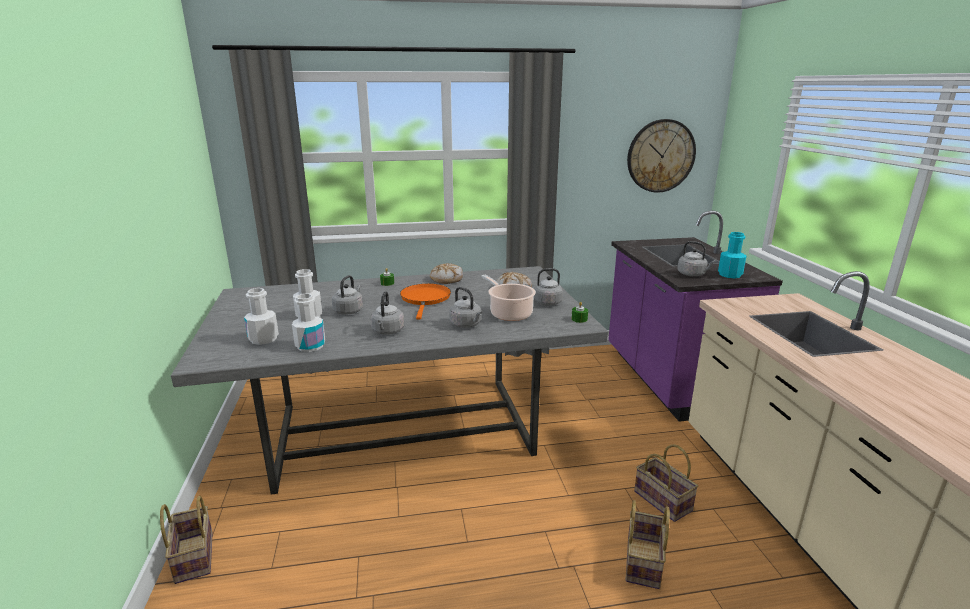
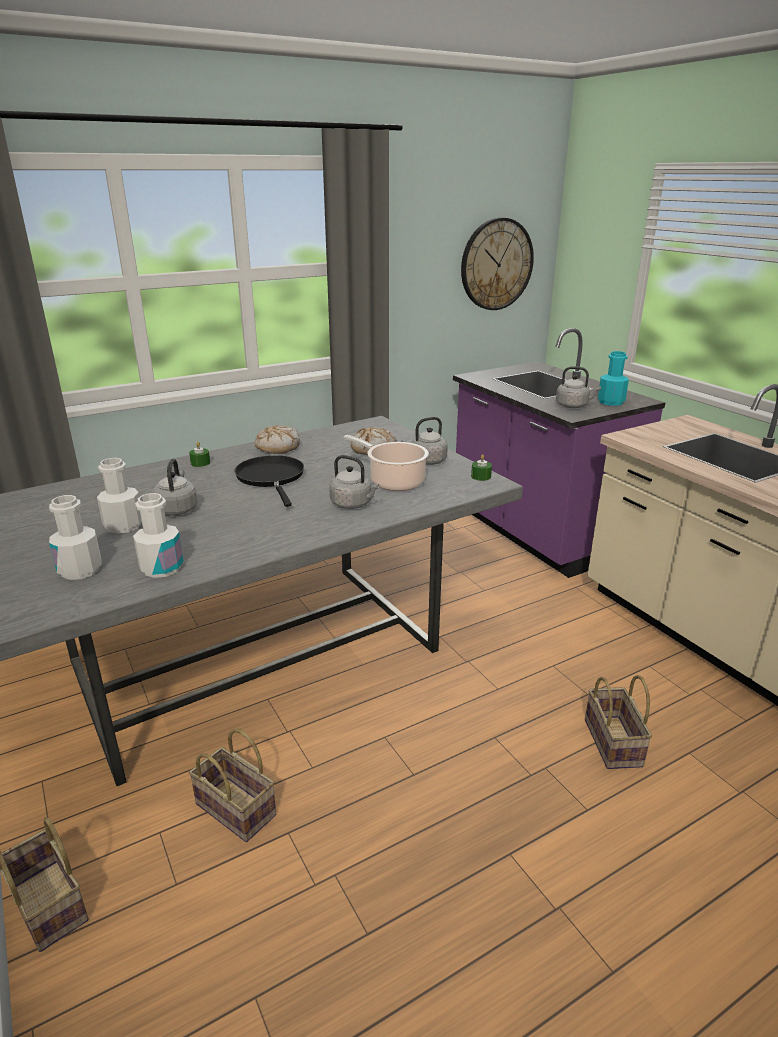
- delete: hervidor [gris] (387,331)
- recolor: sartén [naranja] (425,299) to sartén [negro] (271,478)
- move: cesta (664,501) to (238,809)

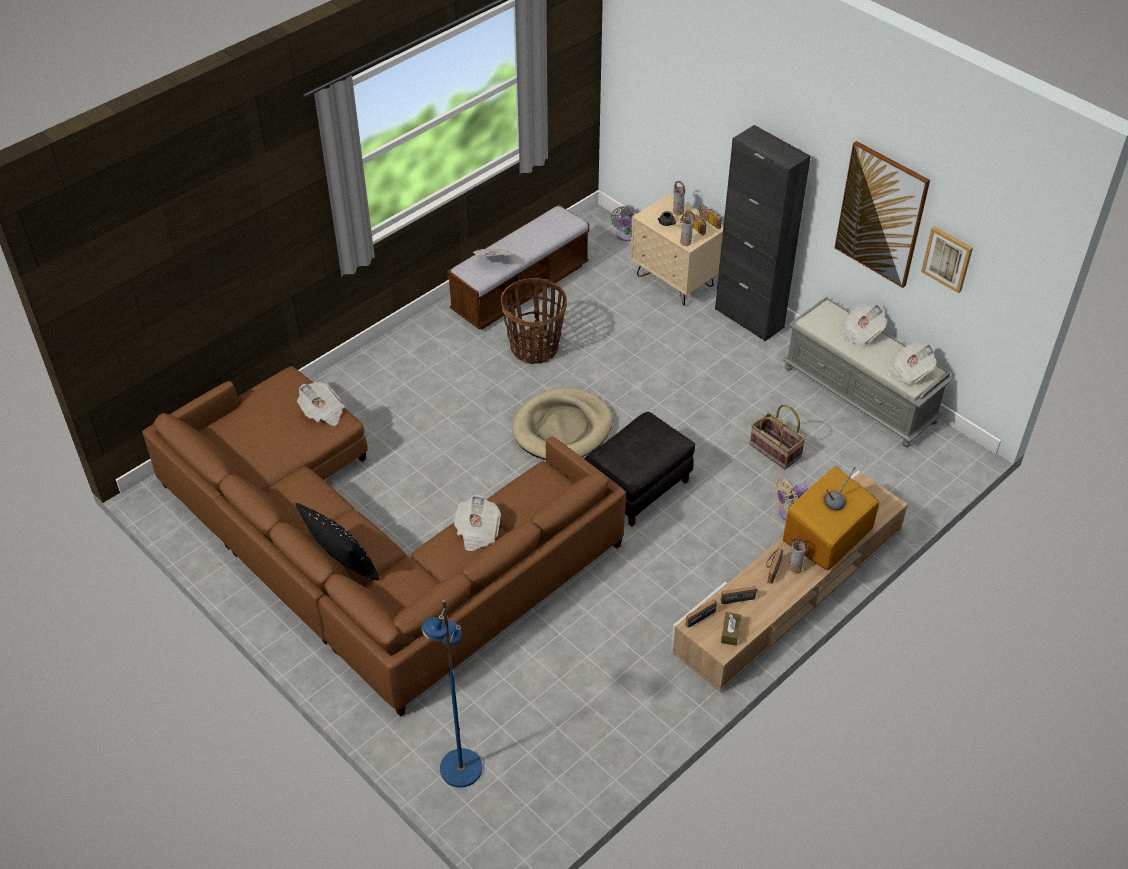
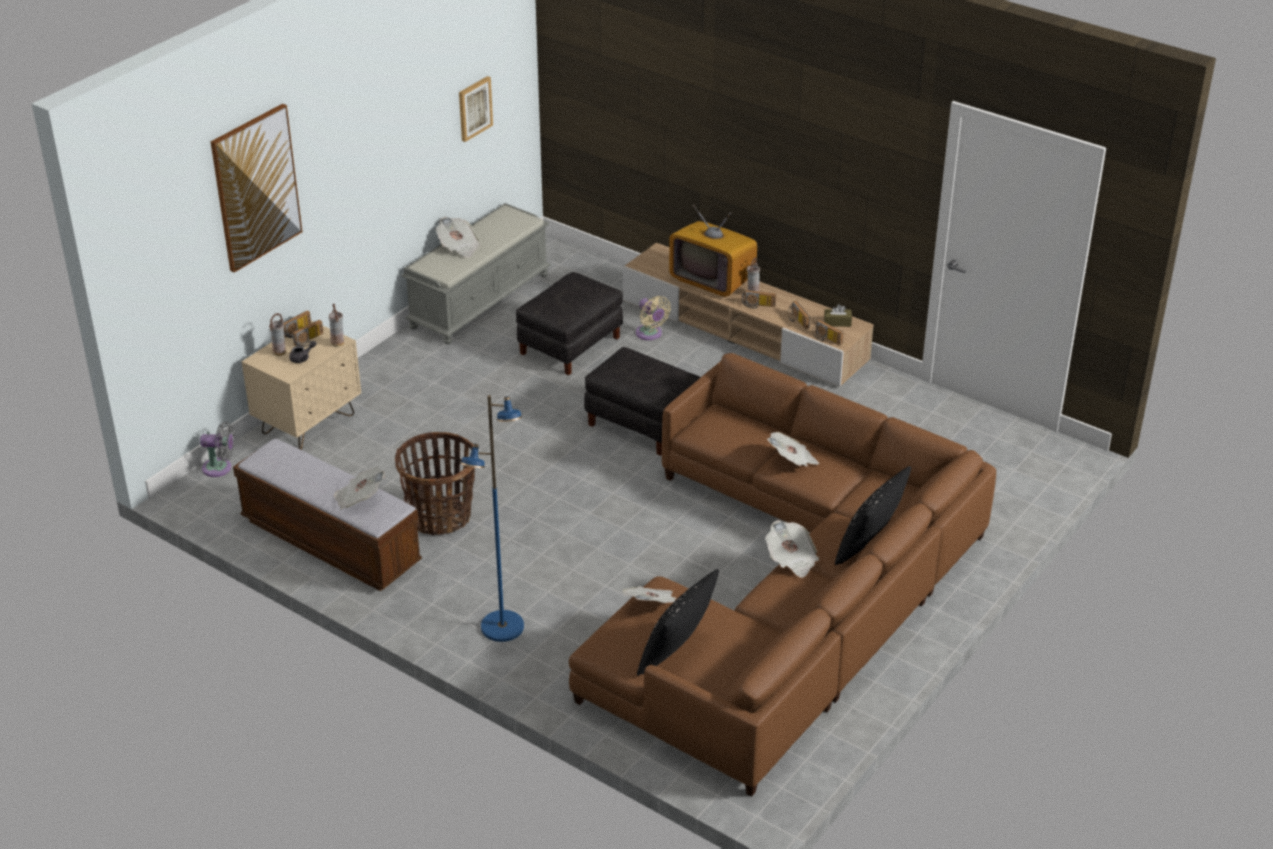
- move: lámpara de pie [azul] (460,768) to (502,627)
- delete: cama para perro [beis] (562,428)
- delete: armario [negro] (749,318)
- replace: cesta (774,451) to puf [negro] (570,346)
- move: cuadro (881,214) to (256,187)
- move: periódico (909,372) to (791,560)
- insert: cojín [negro] (676,653)

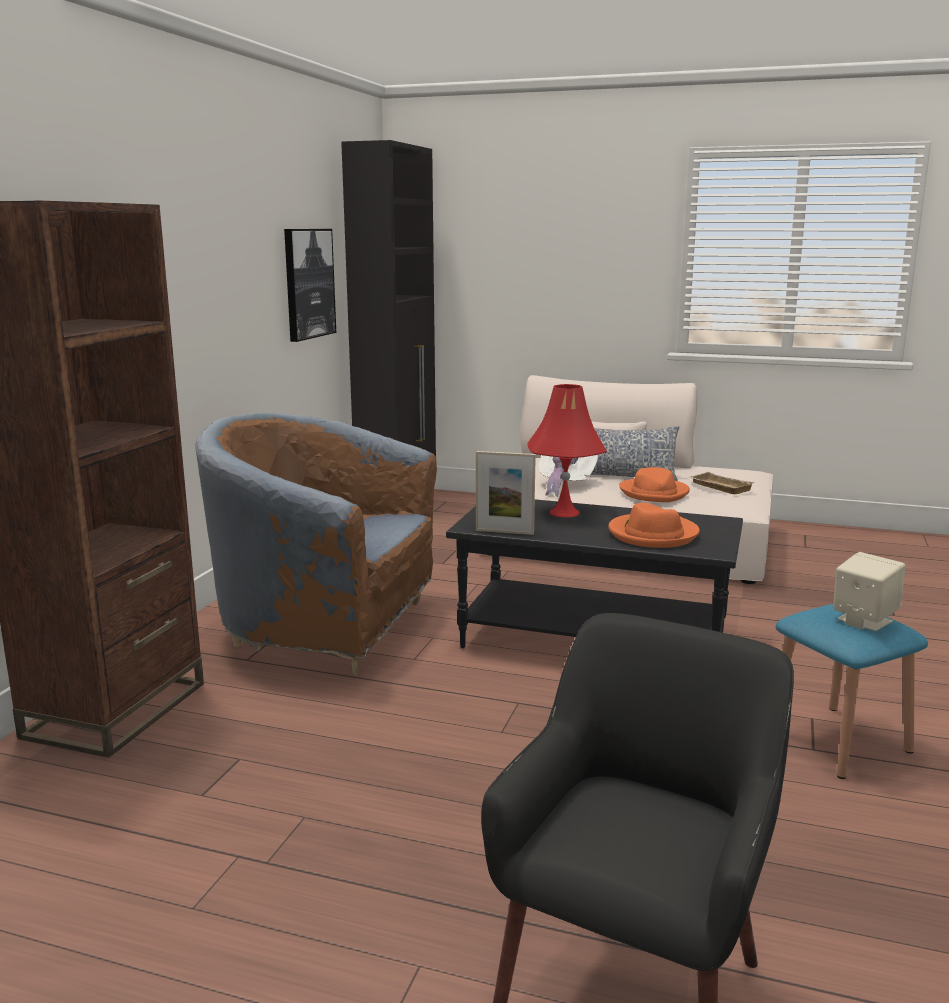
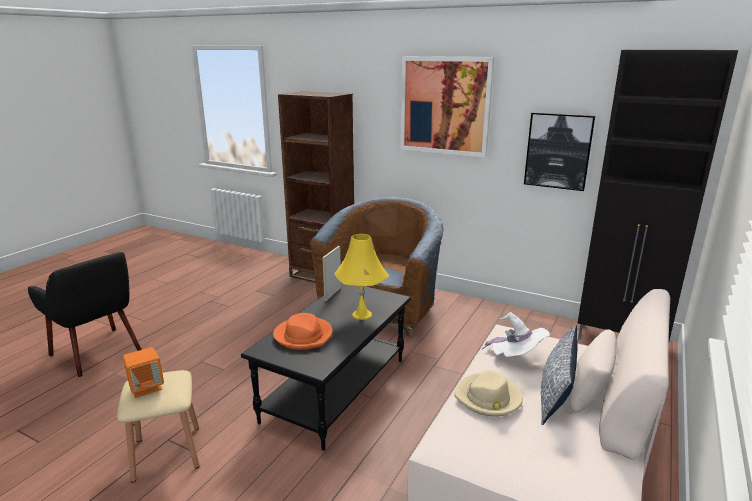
- recolor: lámpara de mesa [rojo] (564,512) to lámpara de mesa [amarillo] (362,314)
- recolor: sombrero [naranja] (654,493) to sombrero [beis] (488,397)
- delete: bandeja [beis] (718,487)
- recolor: taburete [azul] (836,740) to taburete [beis] (167,453)
- recolor: altavoz [beis] (863,620) to altavoz [naranja] (146,387)
- insert: cuadro (444,106)

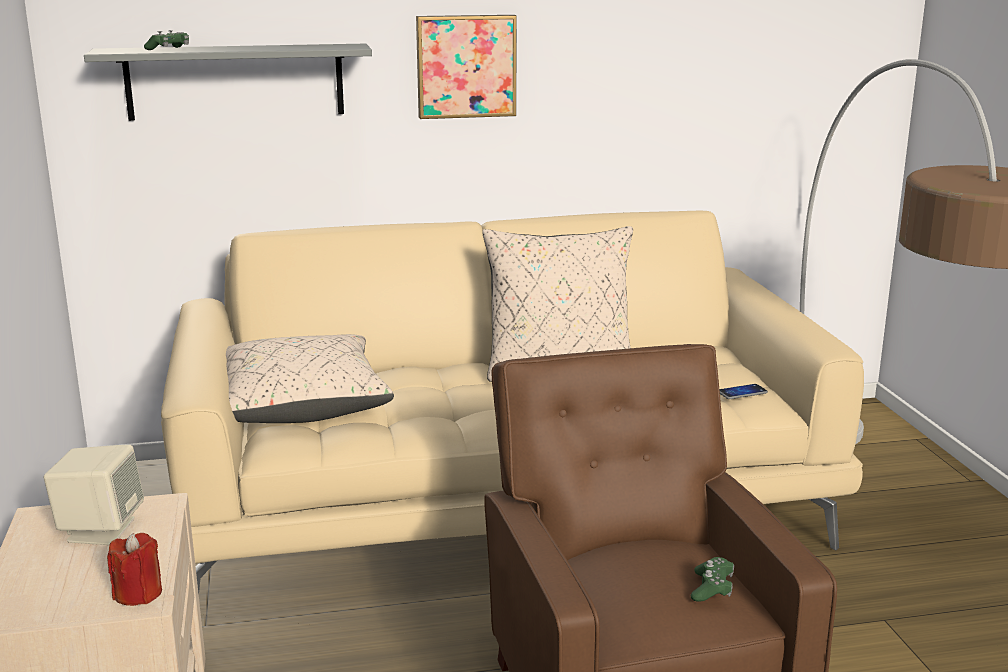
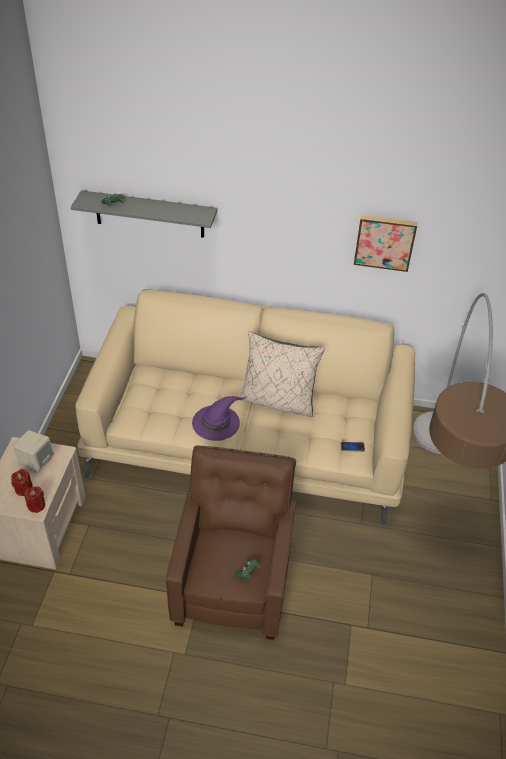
- delete: cojín [beis] (300,405)
- move: cuadro (465,66) to (384,242)
- insert: vela [rojo] (23,489)
- insert: sombrero [morado] (216,422)

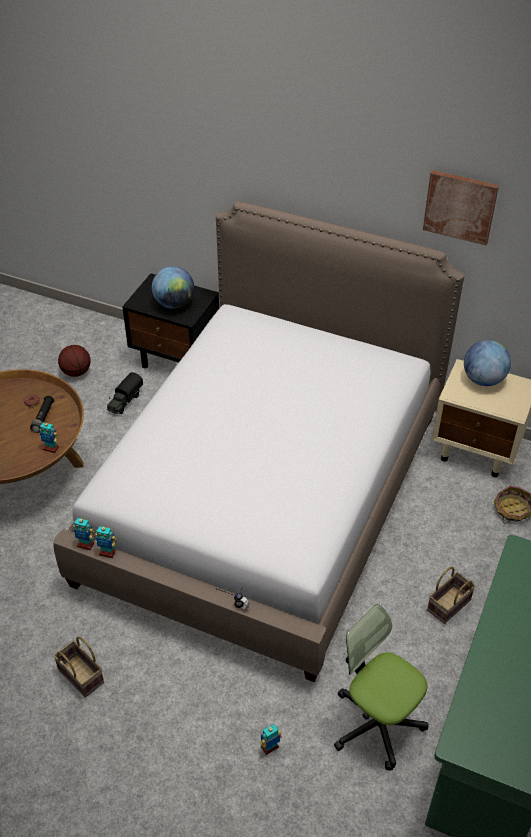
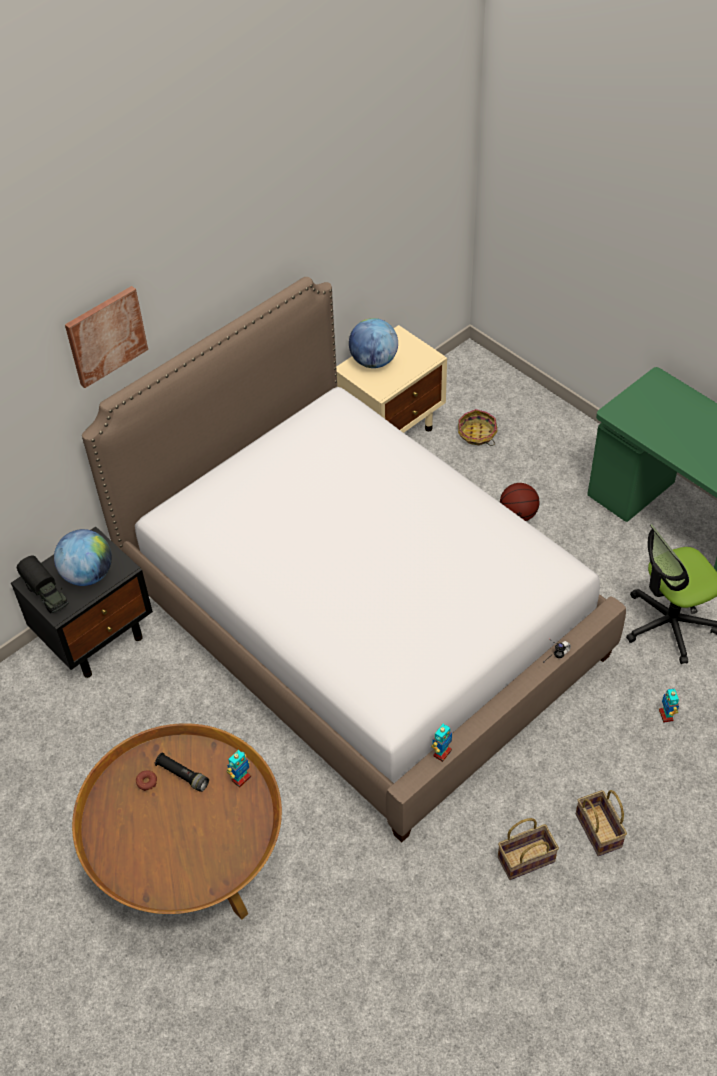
- move: balón de baloncesto (76,372) to (518,515)
- delete: robot de juguete (85,544)
- move: camión de juguete (125,401) to (46,593)
- move: cuadro (460,206) to (105,335)
- move: cesta (449,606) to (600,831)

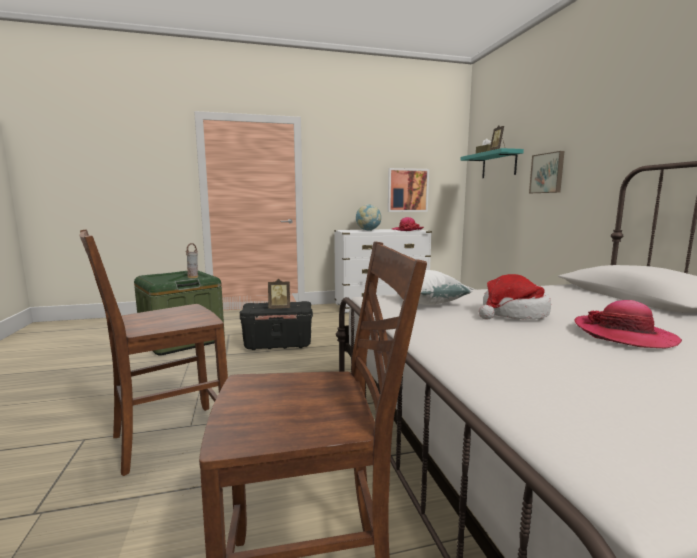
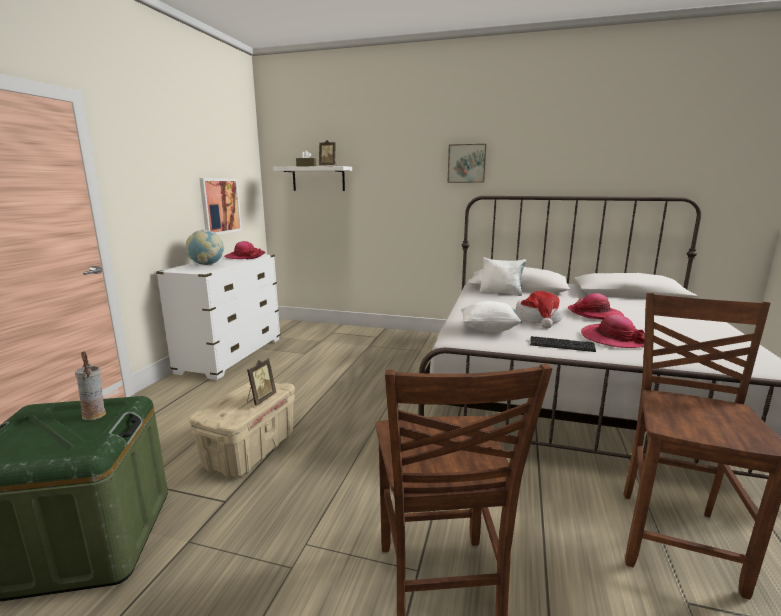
- recolor: caja de almacenaje [negro] (278,344) to caja de almacenaje [beis] (250,450)
- recolor: estante [turquesa] (499,165) to estante [blanco] (318,179)
- move: cuadro (547,173) to (466,163)
- insert: cojín [blanco] (501,293)
- insert: teclado (561,345)
- insert: sombrero (614,338)

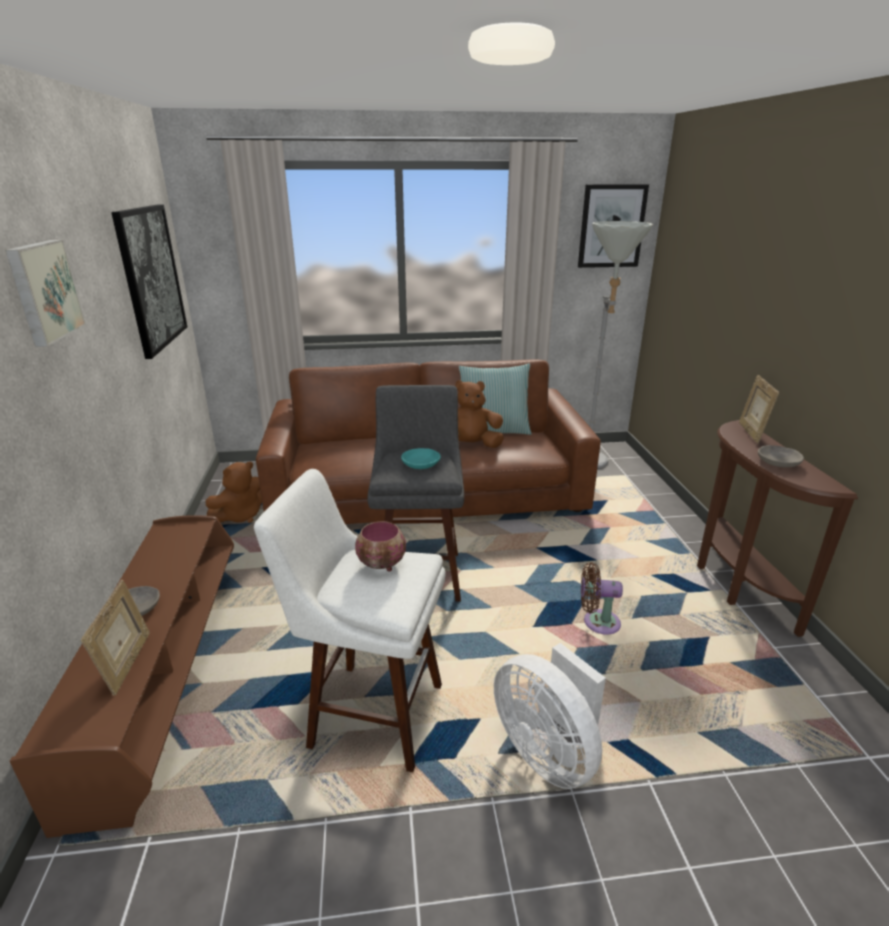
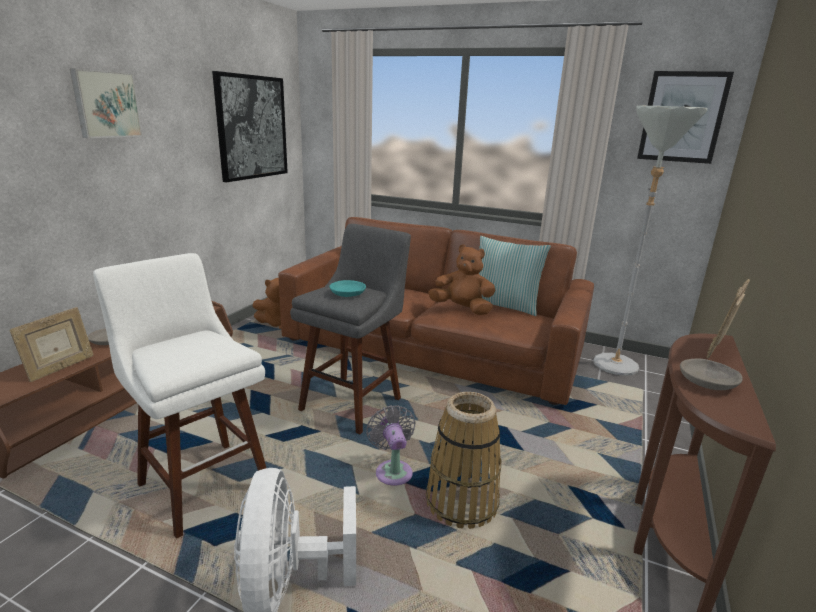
- delete: cuenco (382,564)
- replace: ventilador [marrón] (597,622) to cesta (461,502)
- insert: ventilador [gris] (393,470)

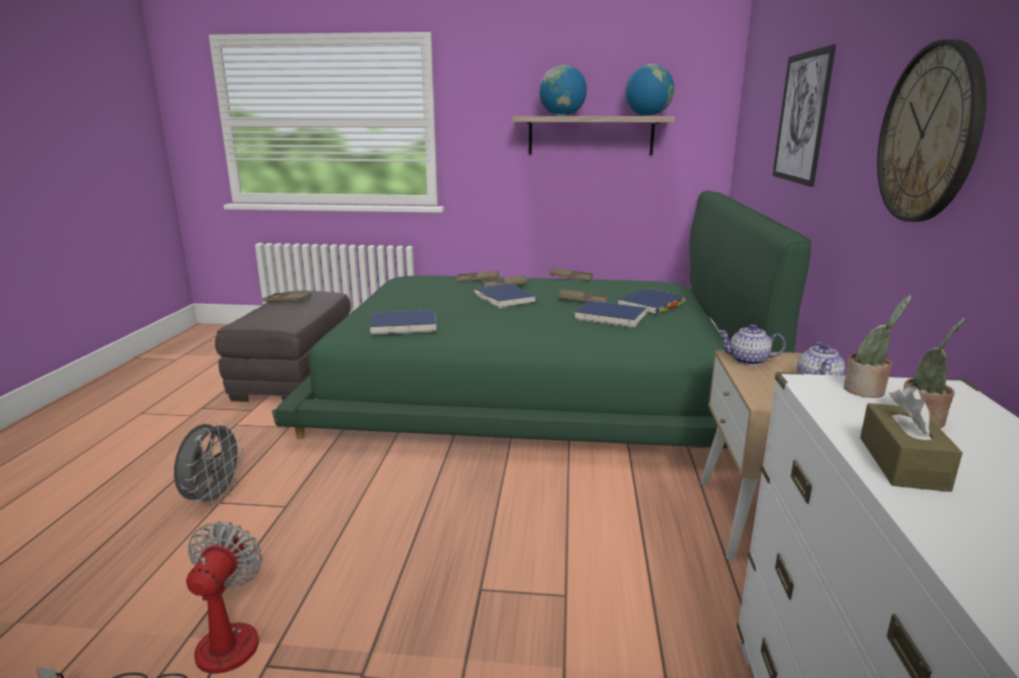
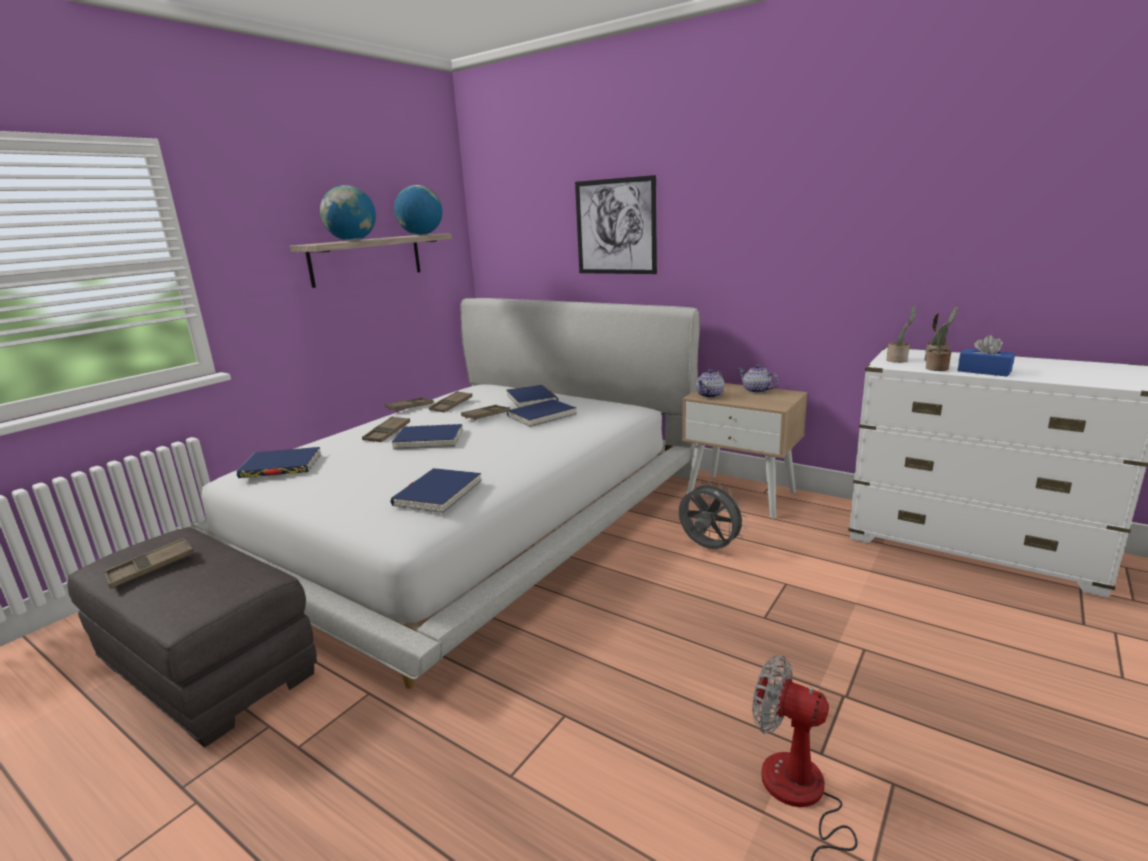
- move: ventilador [gris] (213,498) to (708,548)
- recolor: cama [verde] (535,385) to cama [blanco] (469,516)
- move: bandeja [marrón] (477,280) to (451,405)
- recolor: caja de pañuelos [marrón] (902,463) to caja de pañuelos [azul] (984,371)
- delete: reloj de pared (929,134)
- insert: libro [azul] (281,466)
- insert: planta en maceta (935,368)

